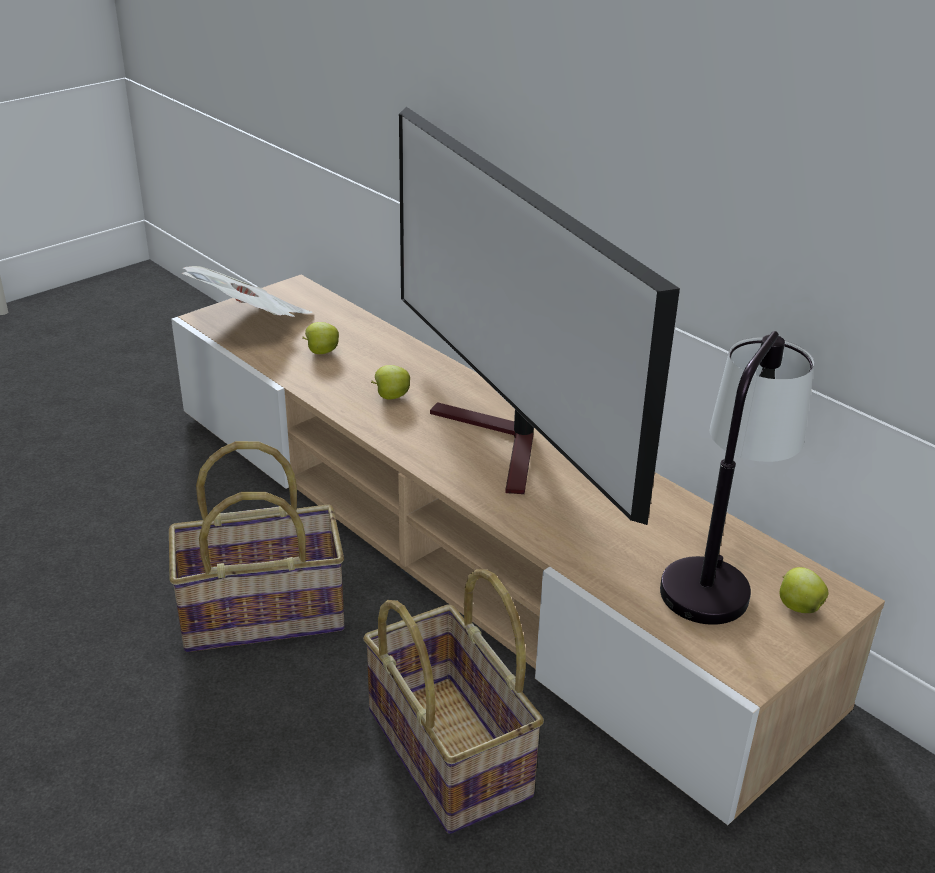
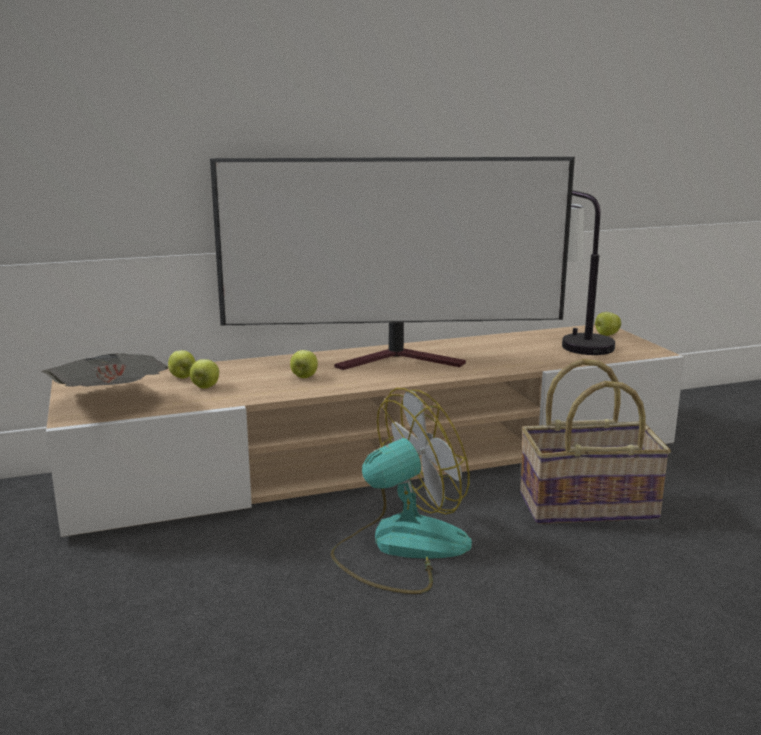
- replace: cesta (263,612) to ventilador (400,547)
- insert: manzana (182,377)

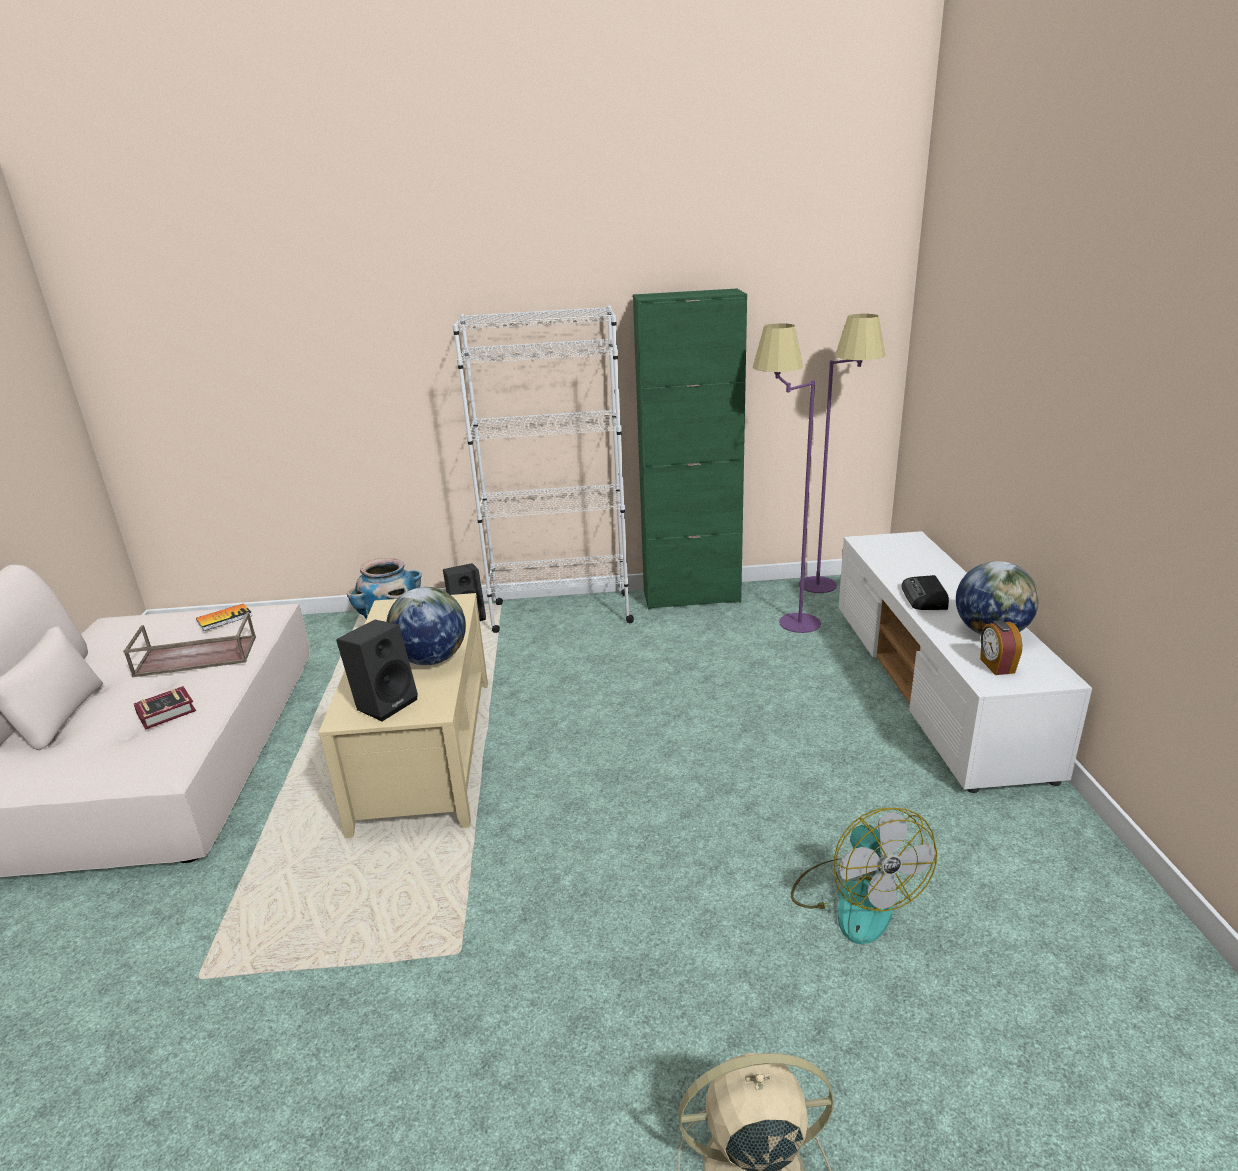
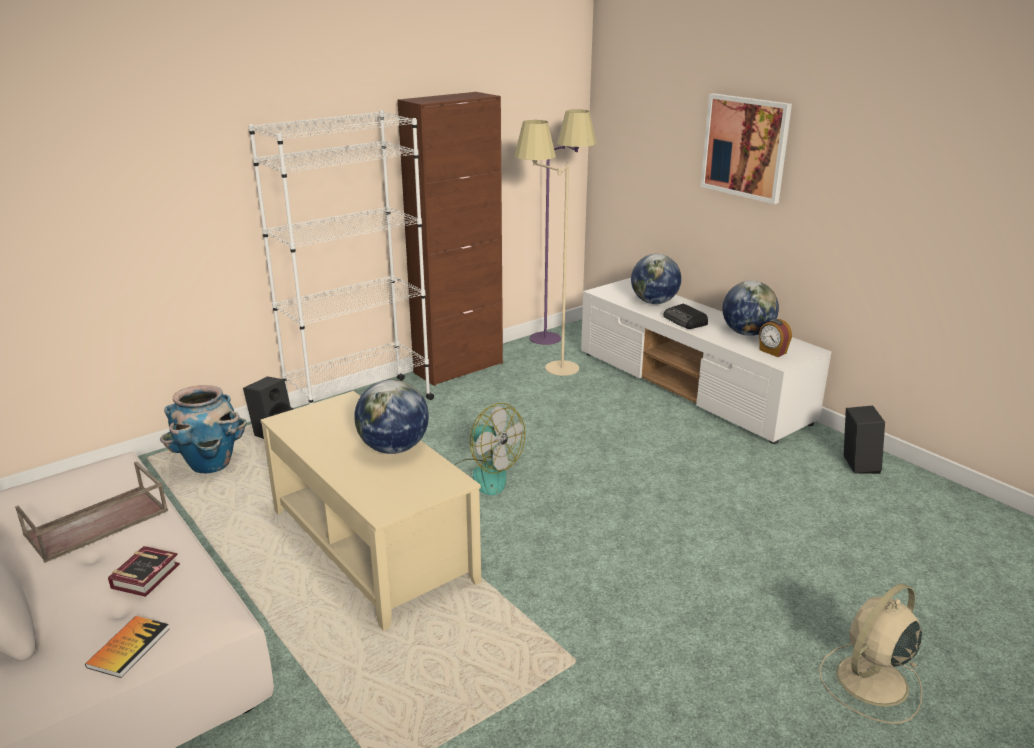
- move: libro (224,618) to (128,647)
- move: altavoz [negro] (385,703) to (856,464)
- recolor: armario [verde] (691,597) to armario [marrón] (458,368)
- recolor: lámpara de pie [morado] (782,618) to lámpara de pie [beis] (546,368)
- move: ventilador (855,899) to (481,476)
- insert: globo terráqueo (654,302)
- insert: cuadro (745,147)

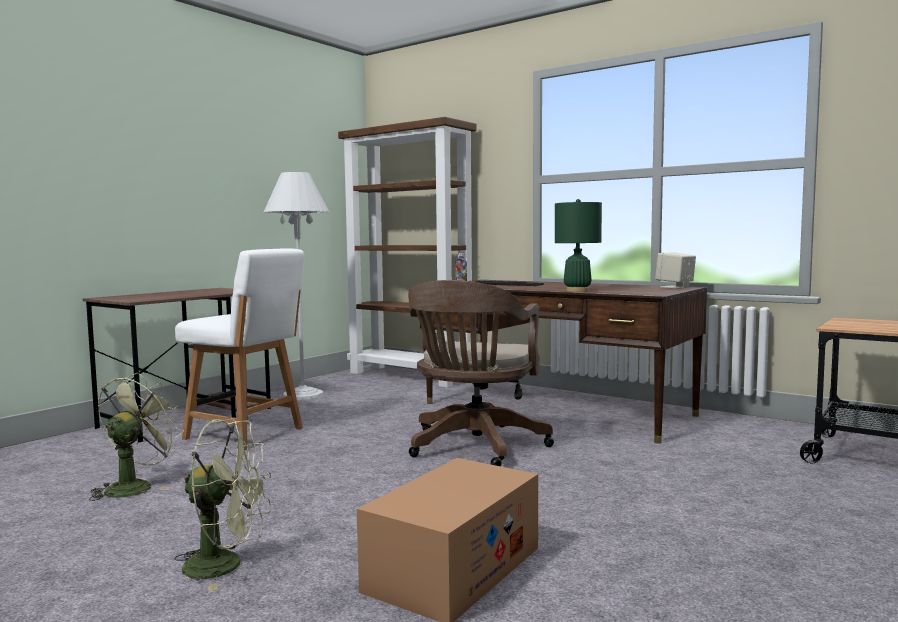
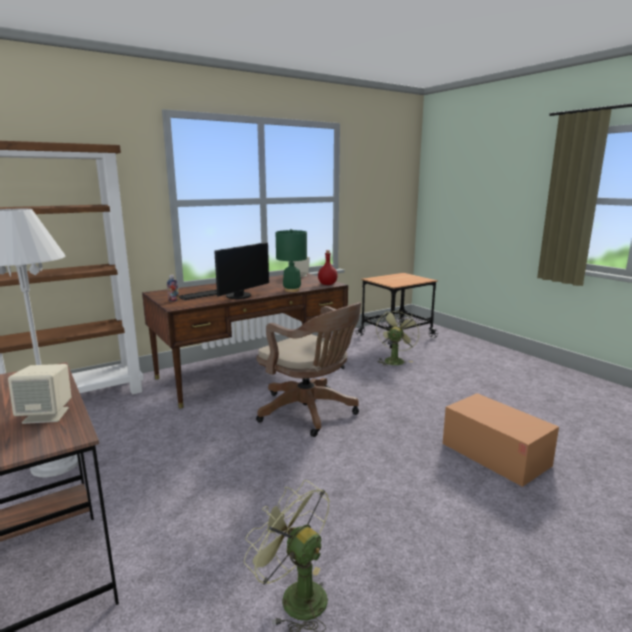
- move: ventilador [verde] (226,565) to (394,360)
- delete: silla [blanco] (247,434)
- insert: altavoz [beis] (47,415)
- insert: monitor (241,296)
- insert: botella [rojo] (327,284)

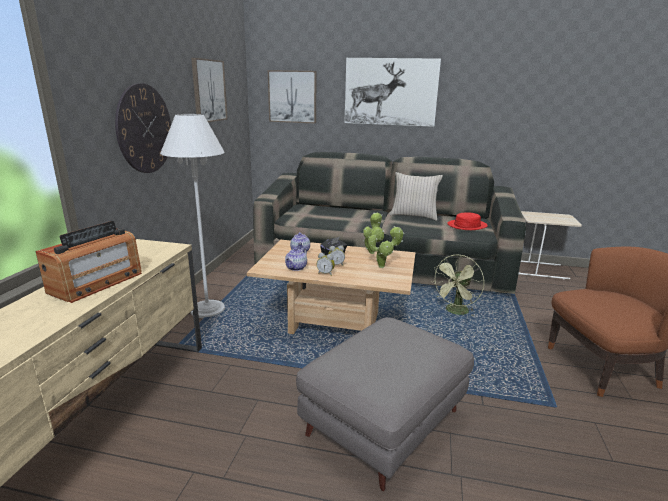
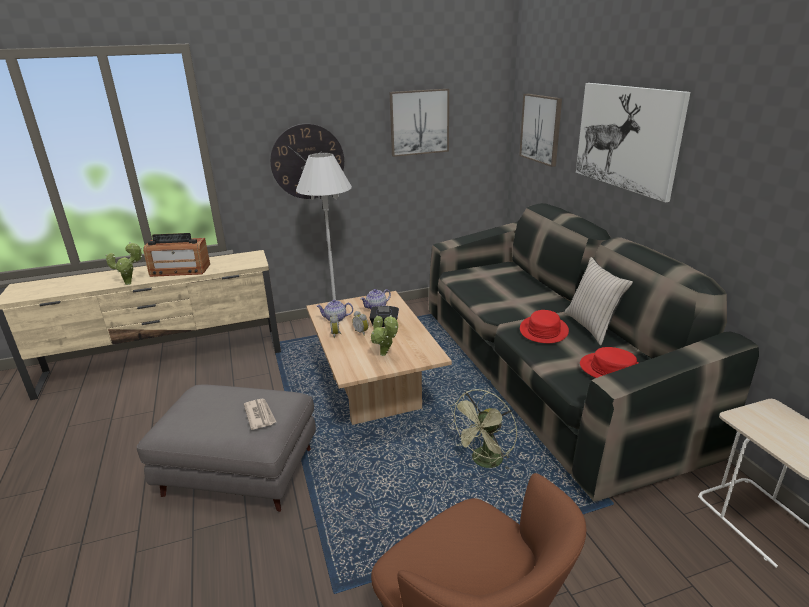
- move: planta en maceta (372,252) to (130,283)
- rotate: ventilador [verde] (455,312) = (484,463) 60 degrees counterclockwise
- insert: periódico (260,415)
- insert: sombrero [rojo] (543,330)

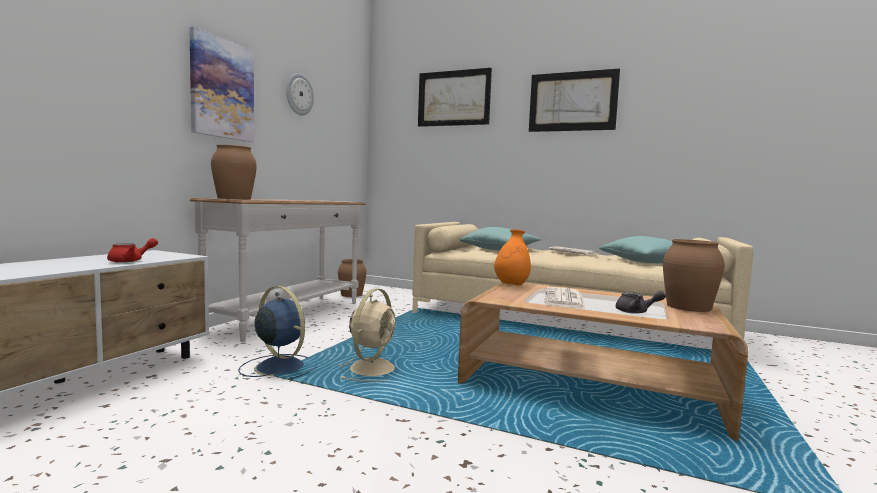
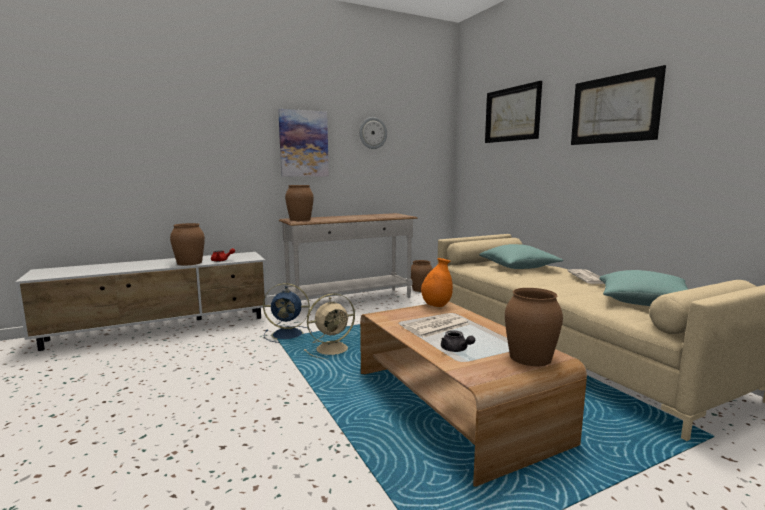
- rotate: ventilador [azul] (279,366) = (289,334) 105 degrees clockwise
- insert: florero [marrón] (190,263)

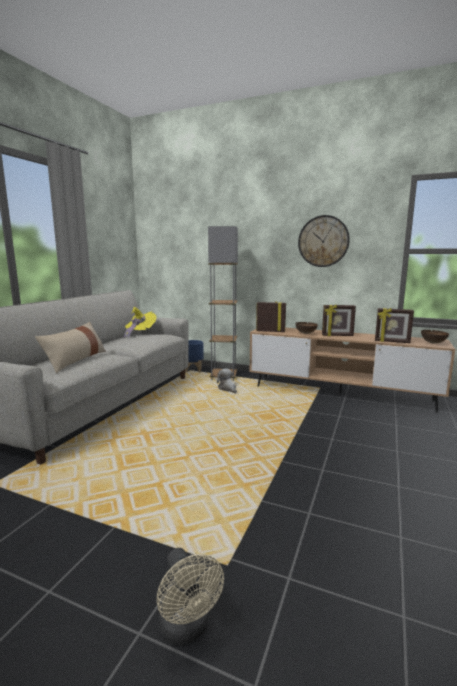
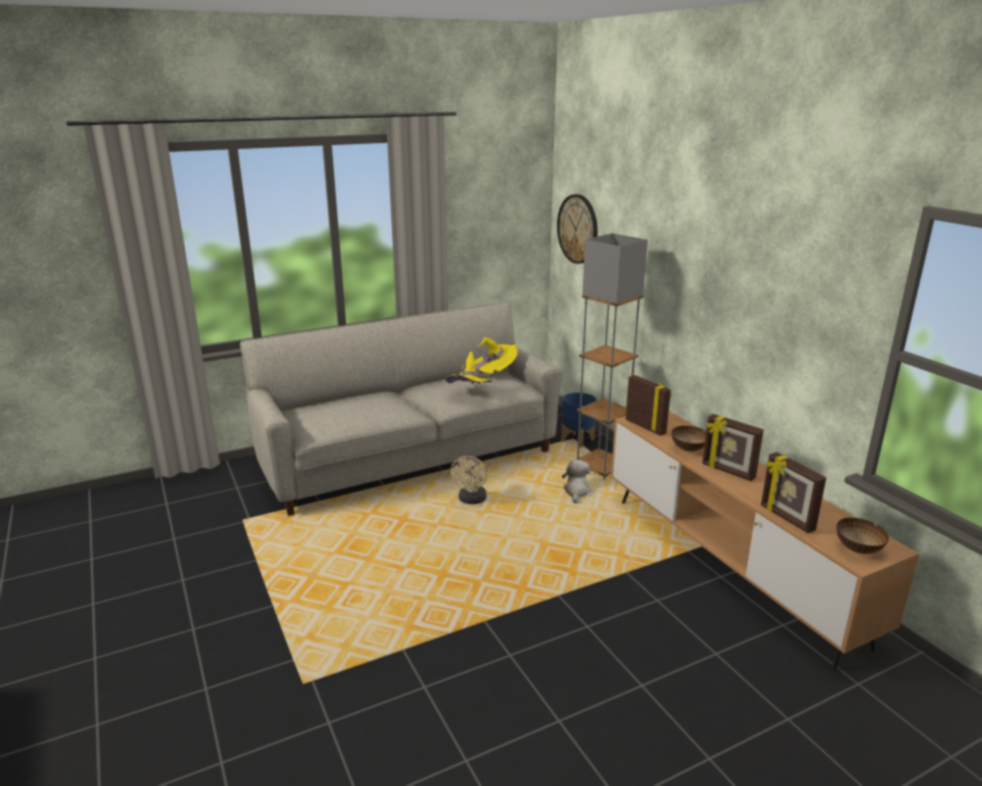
- delete: cojín [beis] (76,360)
- move: ventilador [beis] (187,629) to (471,500)
- move: reloj de pared (323,241) to (578,229)
- insert: sombrero [amarillo] (470,396)

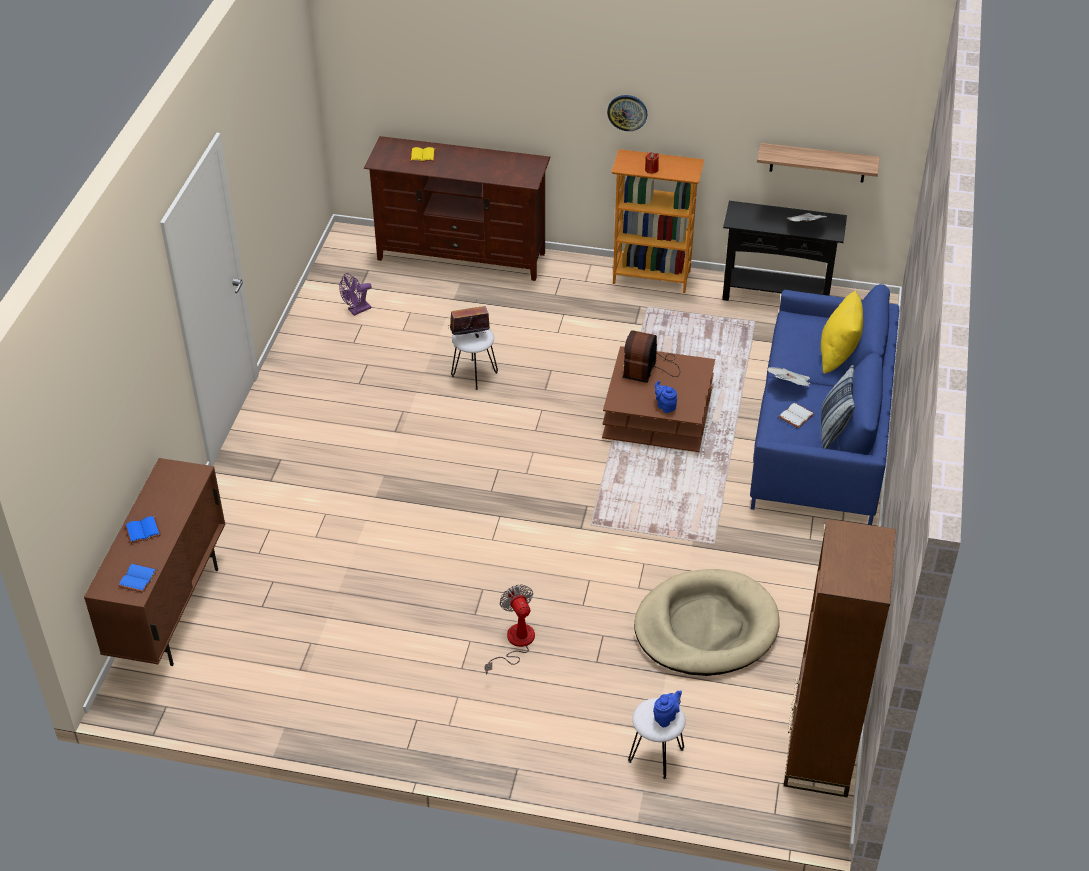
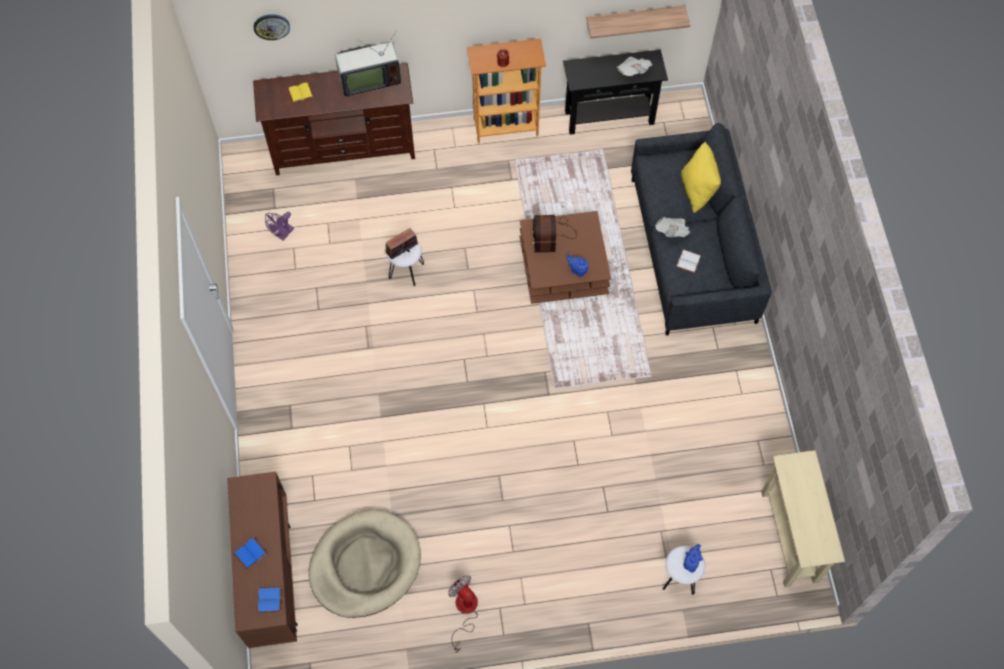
- move: ventilador (515,643) to (464,611)
- move: reloj de pared (627,112) to (271,26)
- move: cama para perro [beis] (706,627) to (365,565)
- recolor: sofá [azul] (820,437) to sofá [gris] (692,250)
- replace: estantería [marrón] (819,754) to mesa consola [beis] (789,536)
- delete: cojín (833,429)
- insert: televisor (368,80)

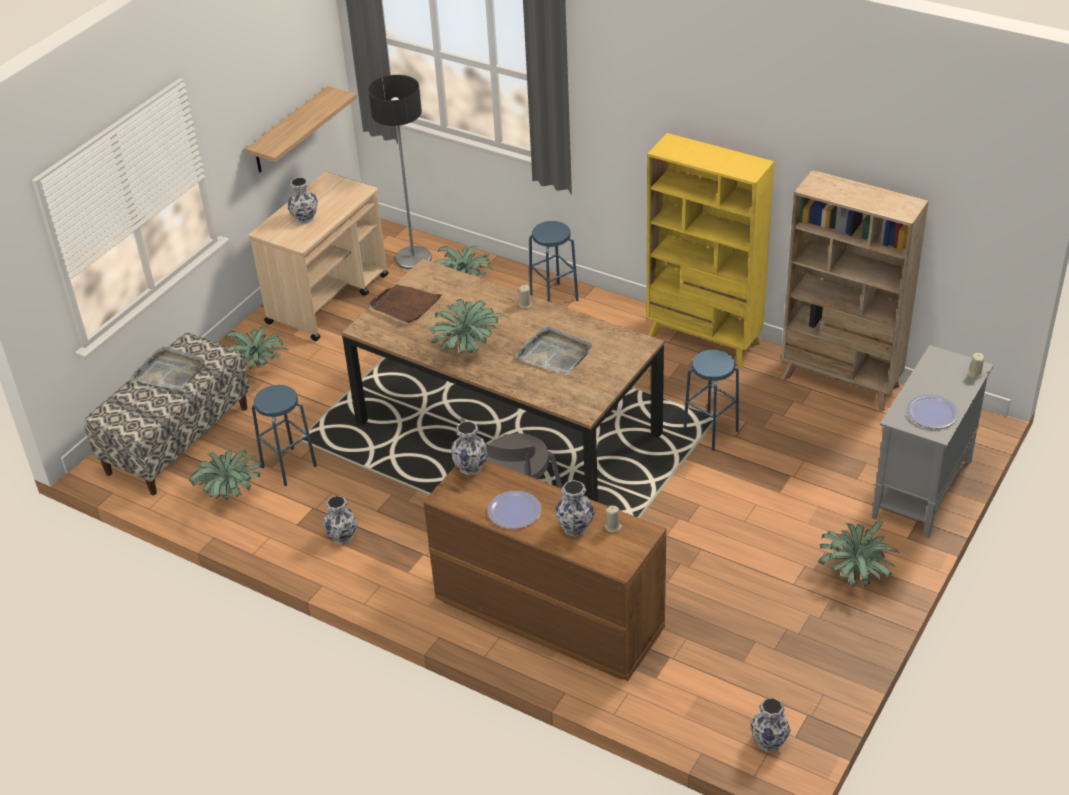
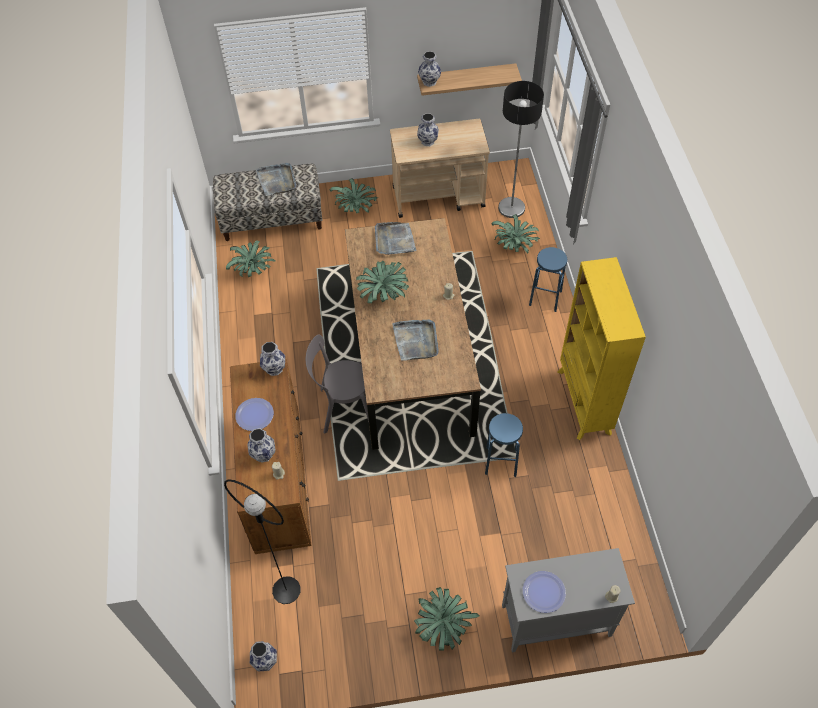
- delete: taburete [azul] (289,466)
- move: florero (341,537) to (429,81)
- recolor: bandeja [marrón] (405,305) to bandeja [gris] (394,240)
- delete: estantería [beis] (841,382)
- insert: lámpara de pie [negro] (286,590)

